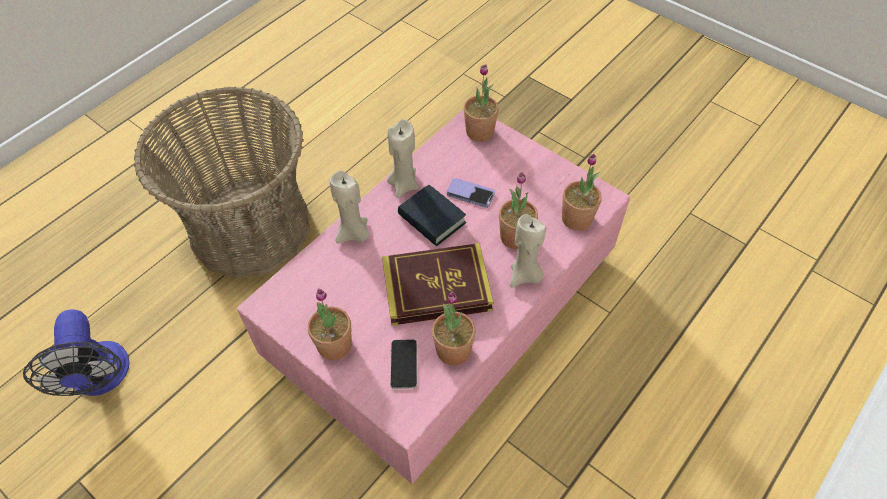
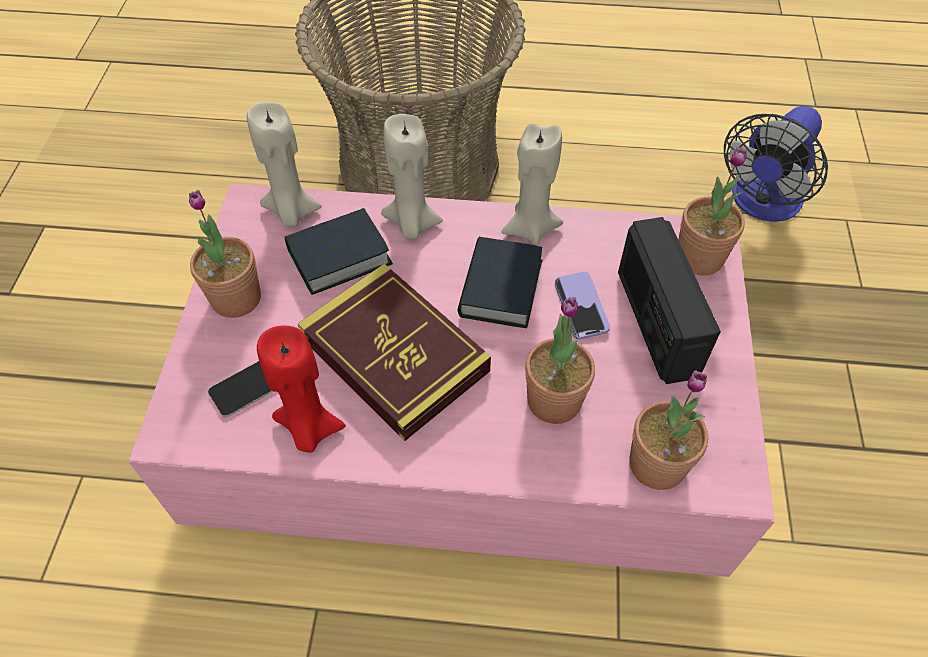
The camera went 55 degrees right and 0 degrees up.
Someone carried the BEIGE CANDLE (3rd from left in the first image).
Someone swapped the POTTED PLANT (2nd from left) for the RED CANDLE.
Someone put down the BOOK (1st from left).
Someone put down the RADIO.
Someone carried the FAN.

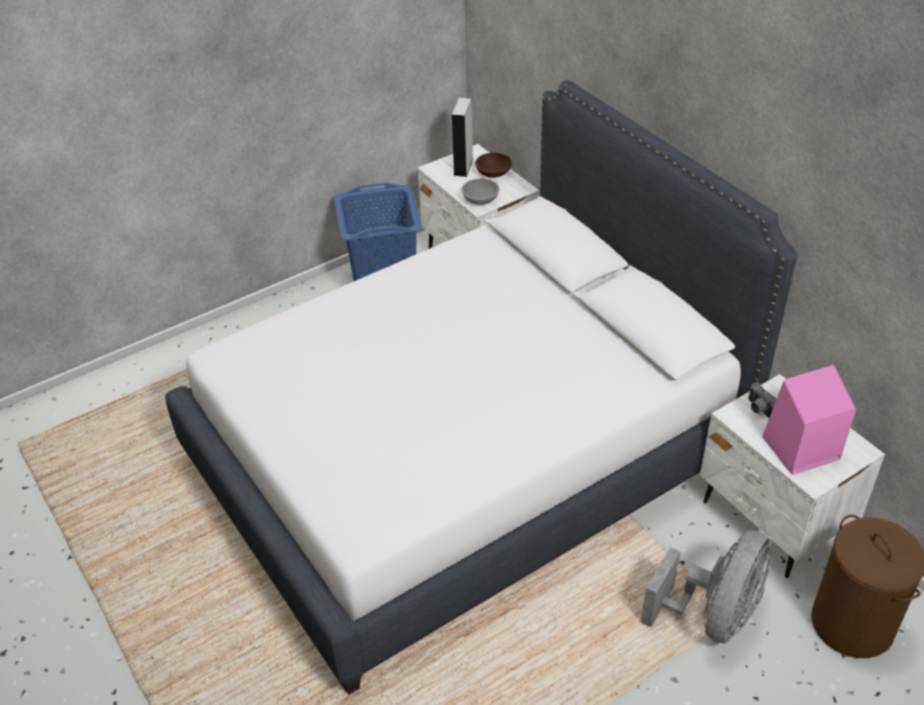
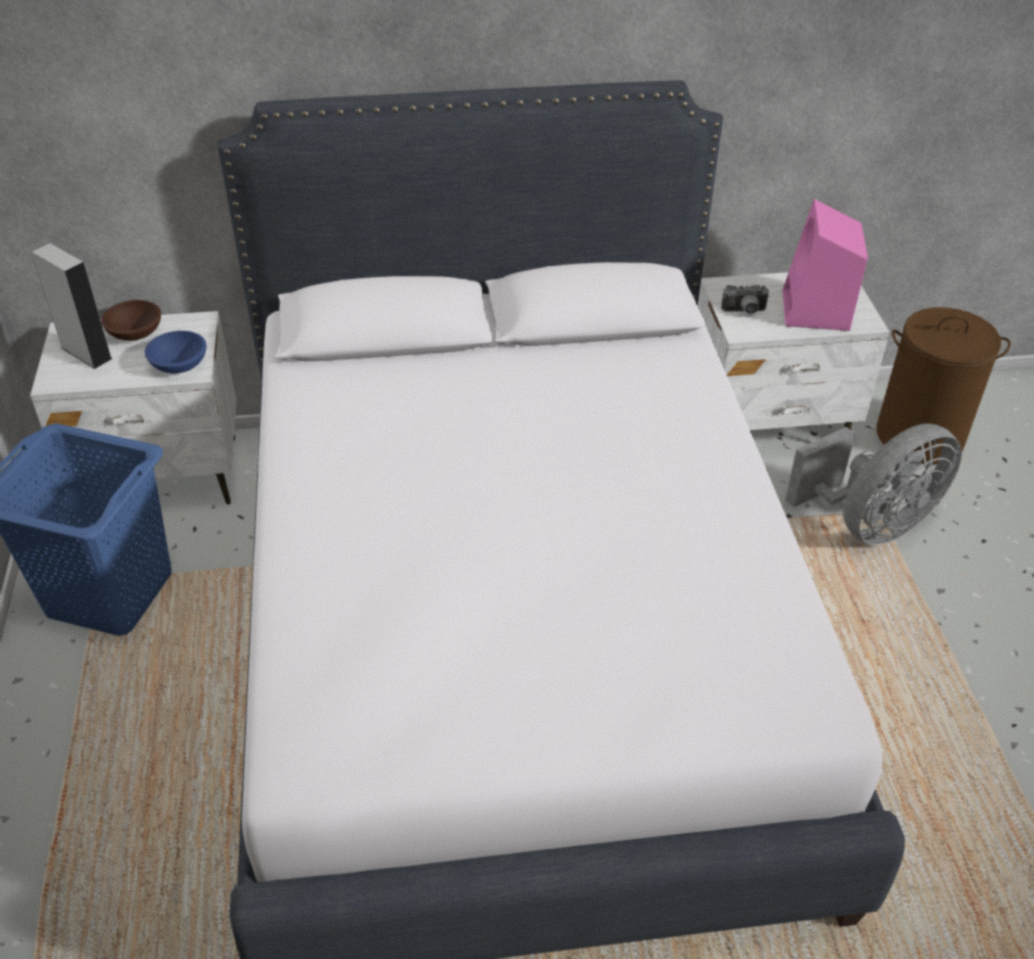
The camera went 65 degrees left and 0 degrees up.
Someone repainted the GREY BOWL, which became the BLUE BOWL.
Someone rotated the GREY FAN by 90 degrees clockwise.

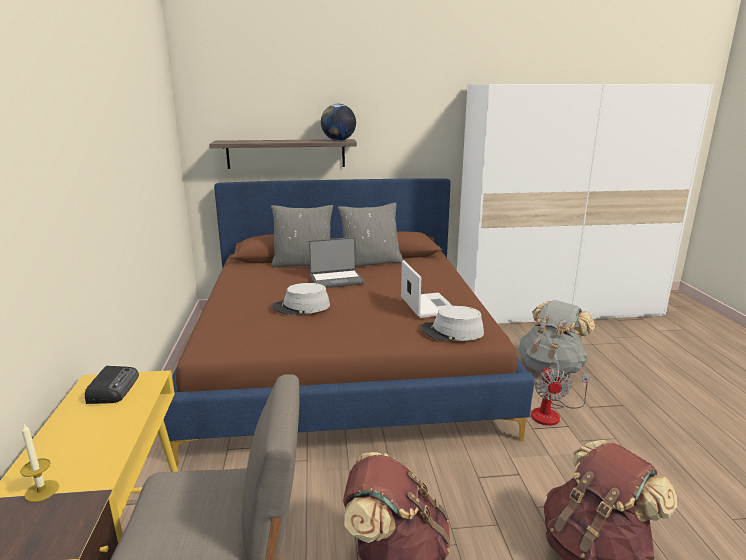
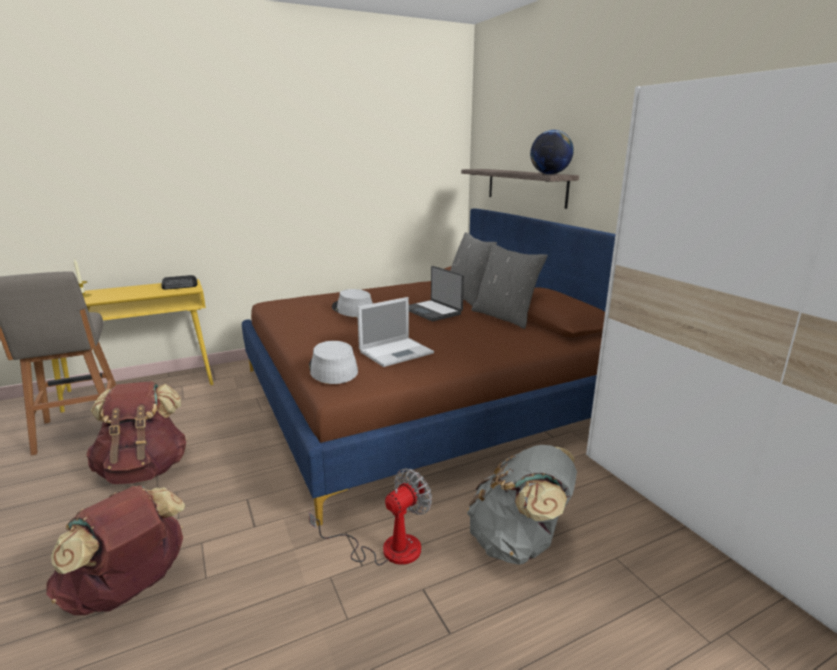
The camera went 70 degrees right and 0 degrees up.
Someone rotated the FAN by 150 degrees clockwise.

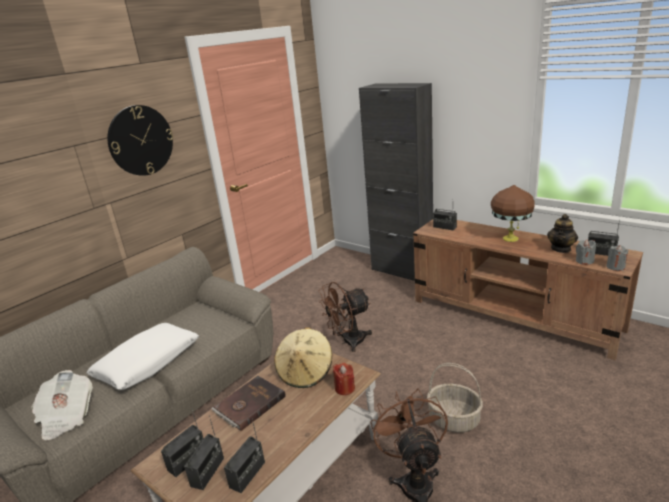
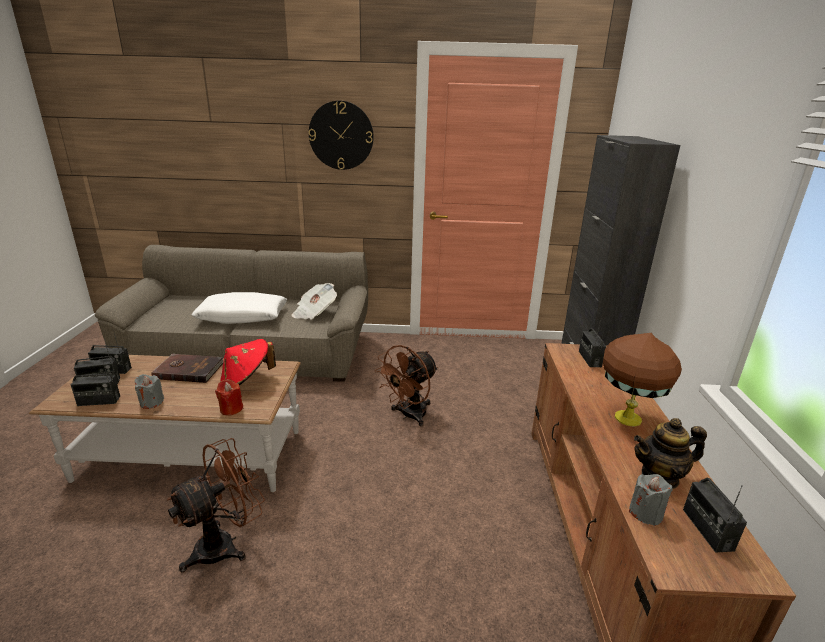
The camera went 50 degrees right and 0 degrees up.
Someone carried the GREY CANDLE (2nd from left in the first image).
Someone repainted the BEIGE HAT, which became the RED HAT.
Someone carried the NEWSPAPER.
Someone rotated the BROWN FAN (1st from left in the first image) by 75 degrees counterclockwise.
Someone took away the BASKET.

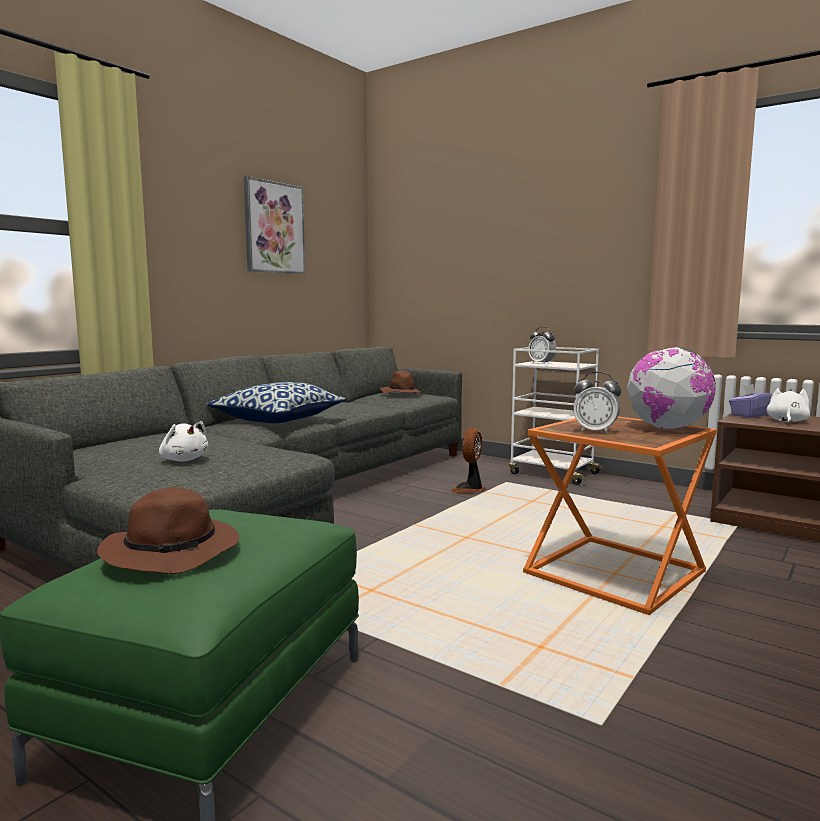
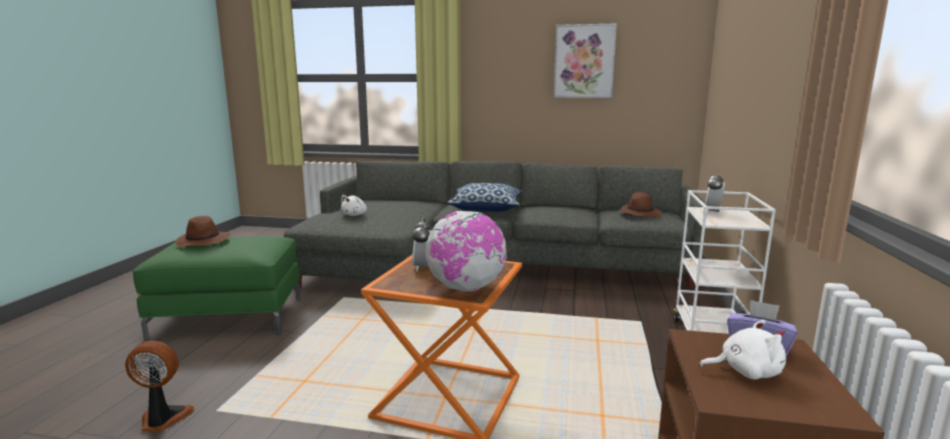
The camera went 65 degrees right and 5 degrees up.
Someone carried the FAN.

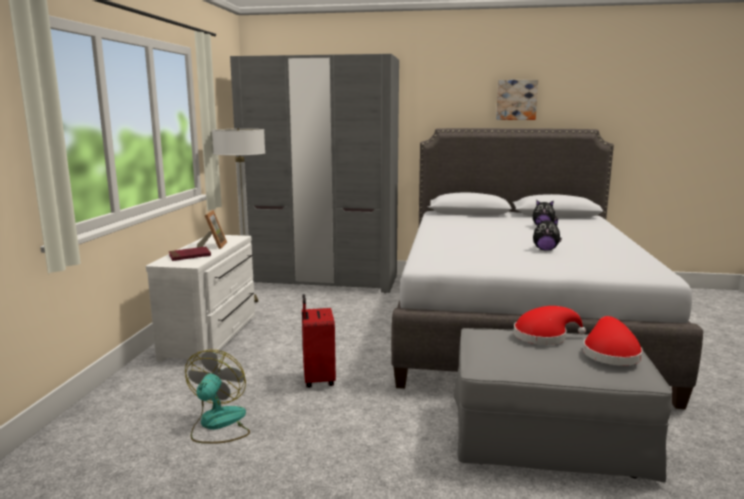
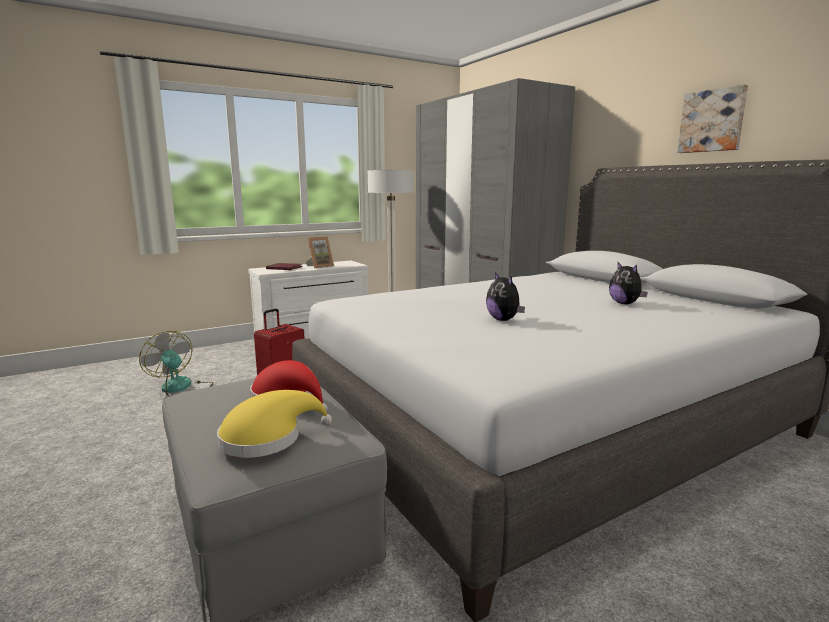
The camera went 50 degrees right and 0 degrees up.
Someone rotated the FAN by 105 degrees counterclockwise.
Someone repainted the RED HAT (2nd from left), which became the YELLOW HAT.

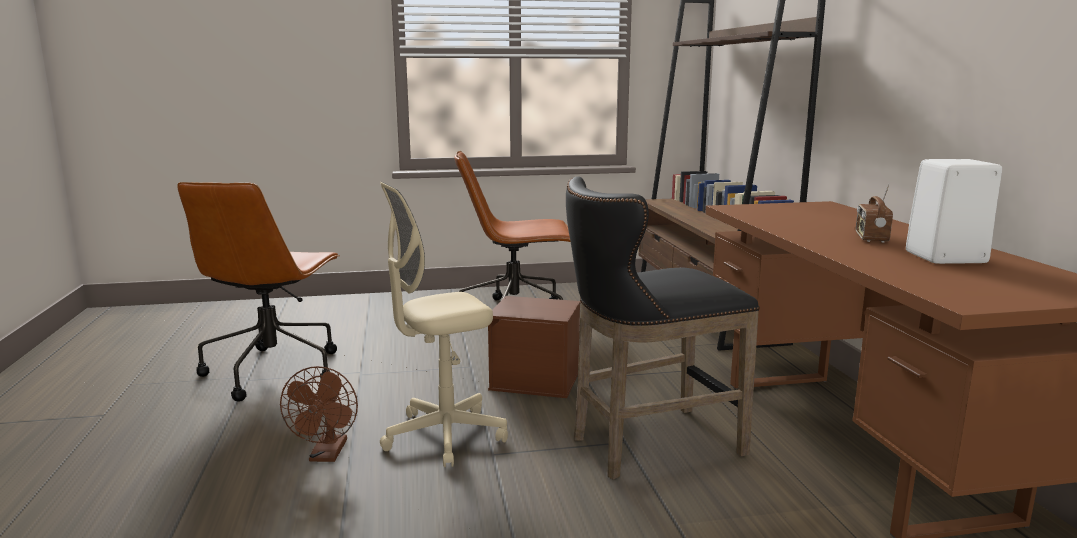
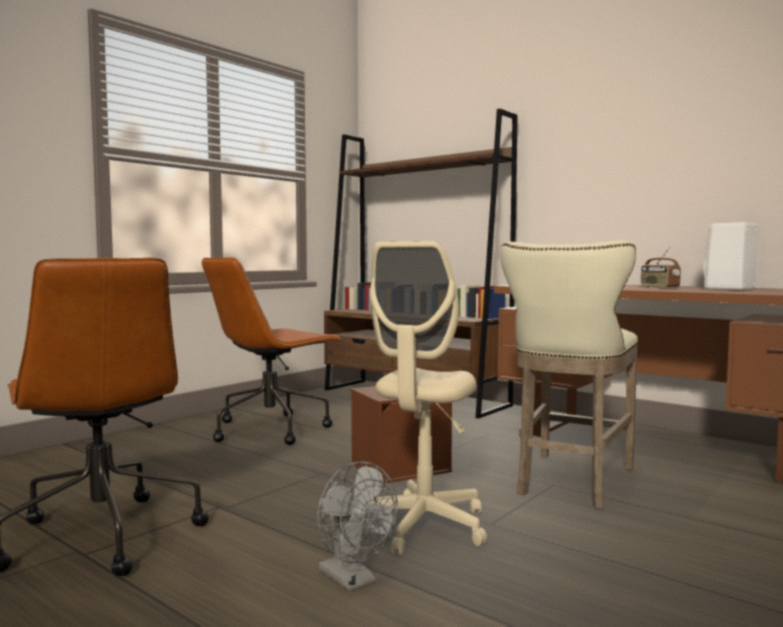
The camera went 40 degrees left and 10 degrees down.
Someone repainted the BROWN FAN, which became the GREY FAN.
Someone repainted the BLACK STOOL, which became the BEIGE STOOL.

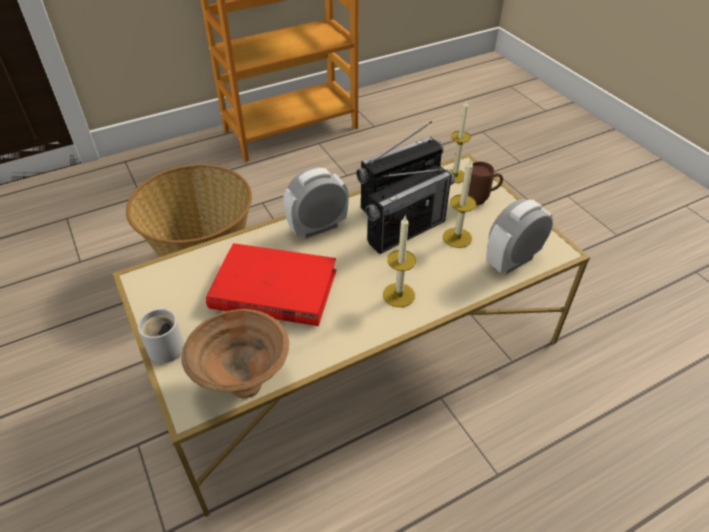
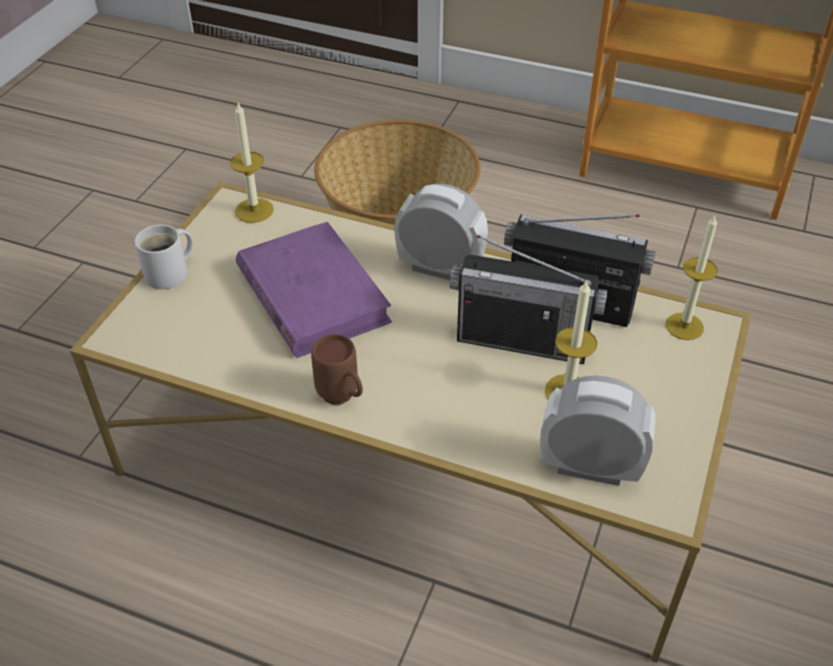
The camera went 50 degrees right and 0 degrees up.
Someone carried the CANDLE (1st from left).
Someone repainted the RED BOOK, which became the PURPLE BOOK.
Someone carried the BROWN MUG.
Someone took away the BROWN BOWL.

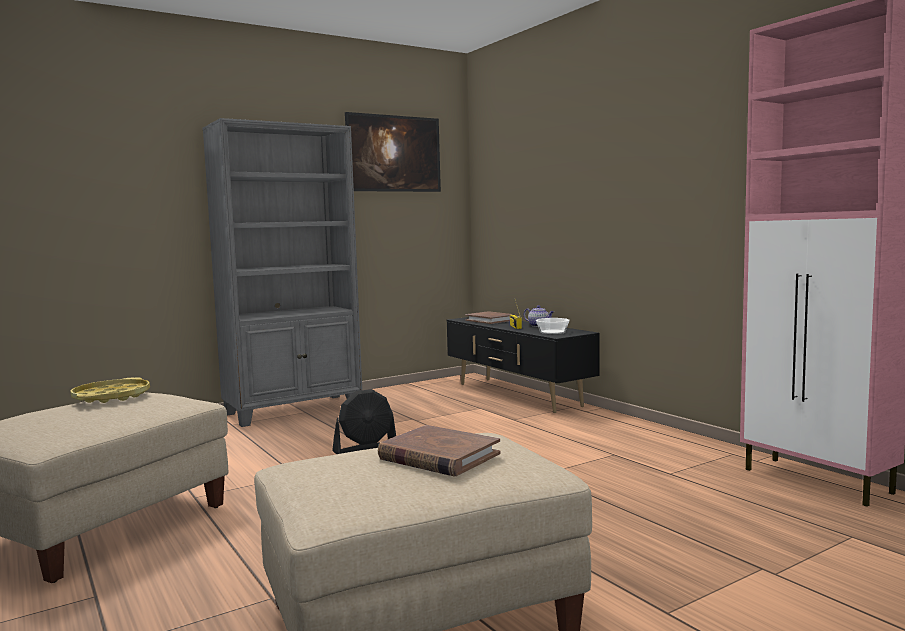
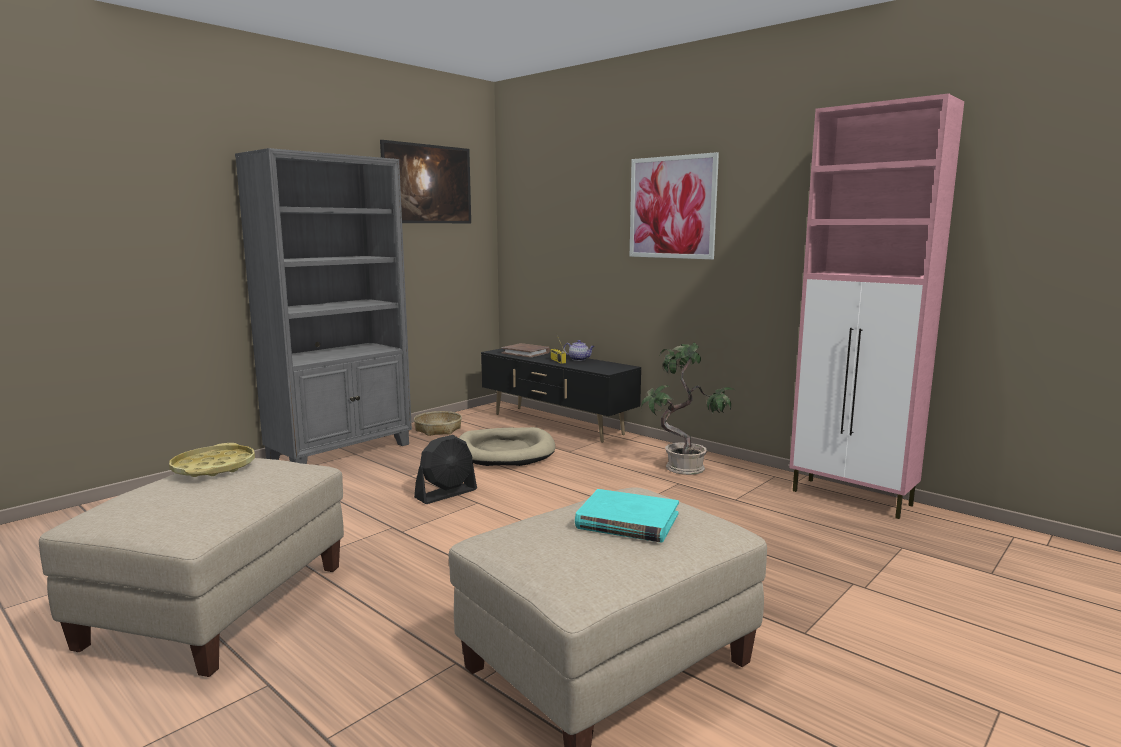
The camera went 15 degrees left and 5 degrees up.
Someone put down the BASKET.
Someone put down the BEIGE DOG BED.
Someone repainted the BROWN BOOK (1st from left), which became the TURQUOISE BOOK.
Someone put up the PICTURE (2nd from left).
Someone put down the POTTED PLANT.
Someone took away the BOWL.

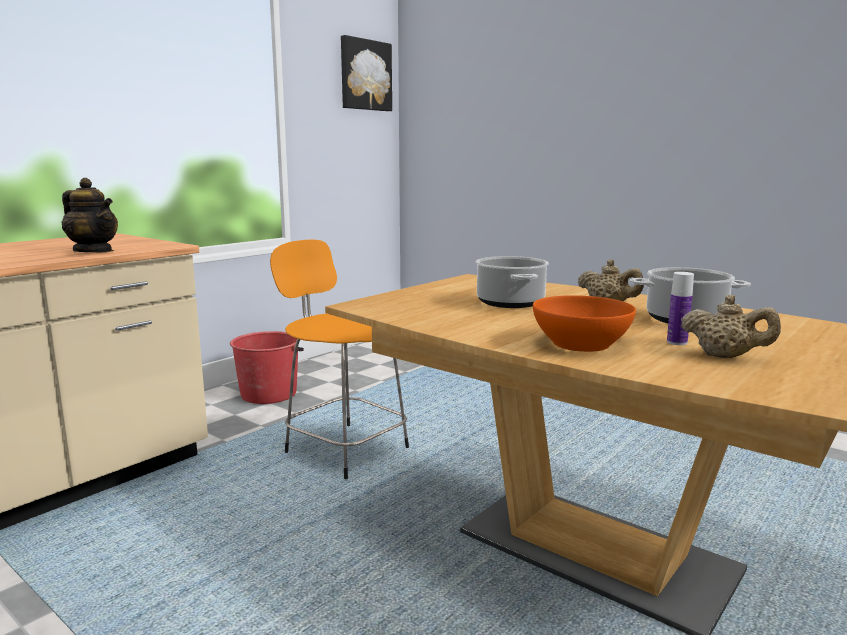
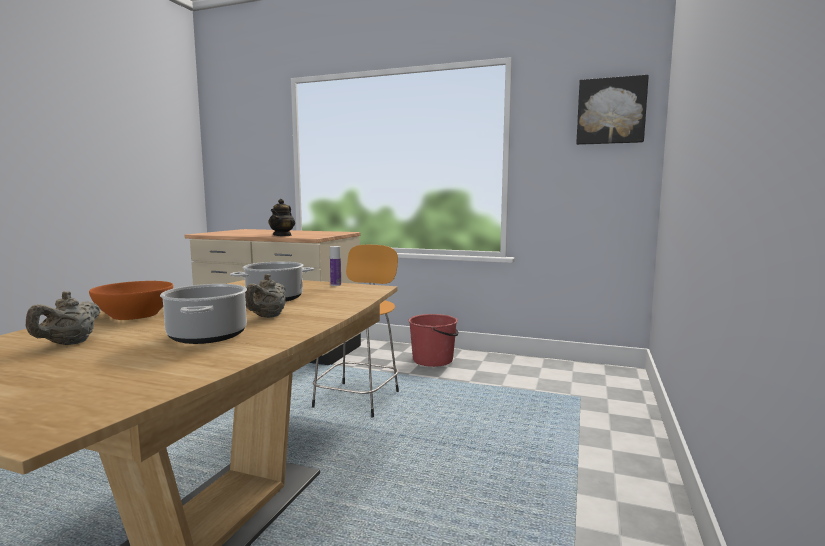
The camera went 70 degrees right and 5 degrees down.
Someone carried the BOTTLE.

